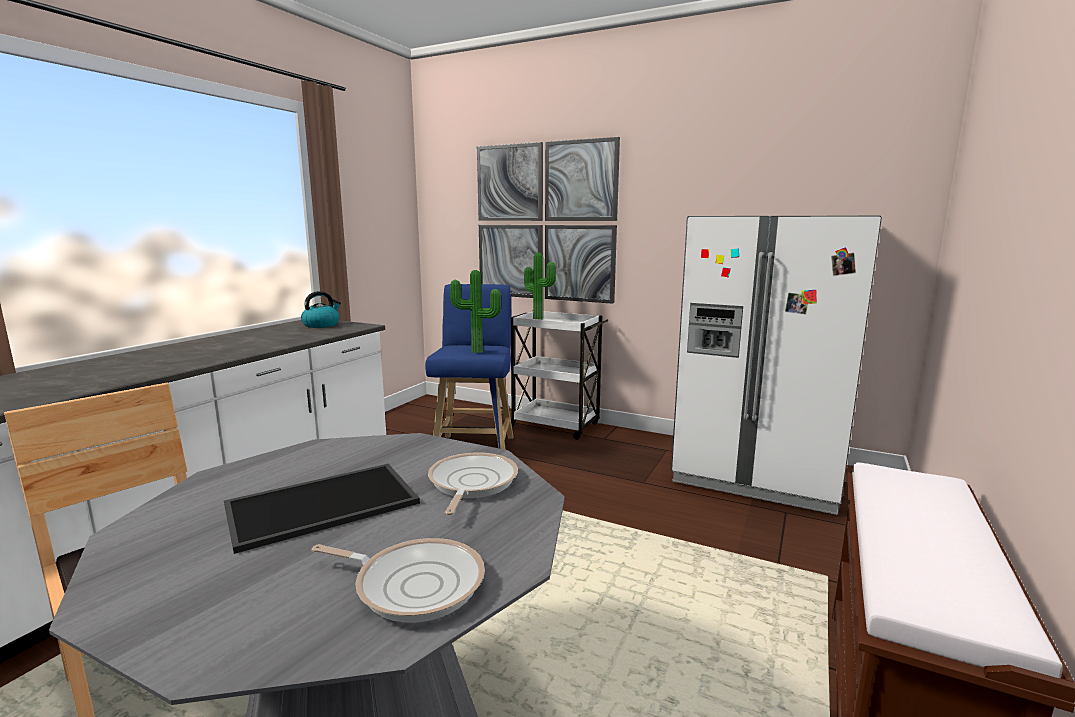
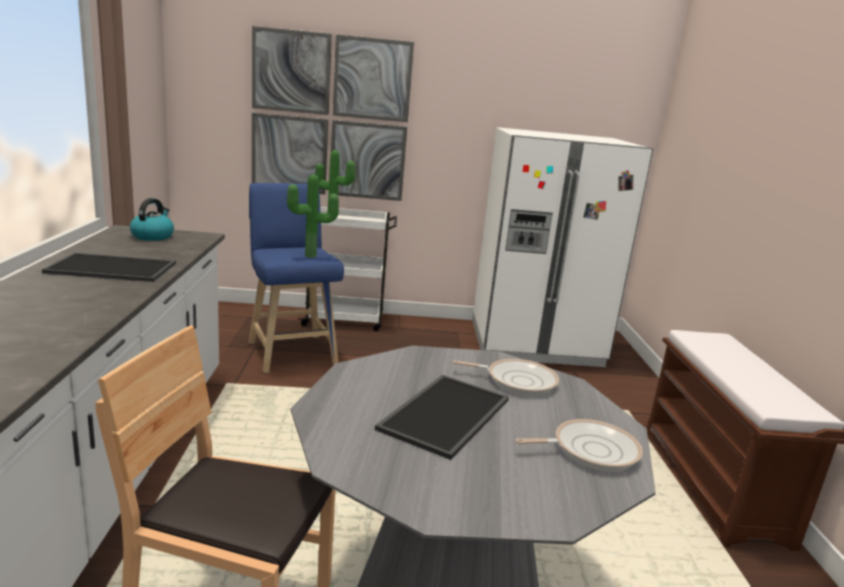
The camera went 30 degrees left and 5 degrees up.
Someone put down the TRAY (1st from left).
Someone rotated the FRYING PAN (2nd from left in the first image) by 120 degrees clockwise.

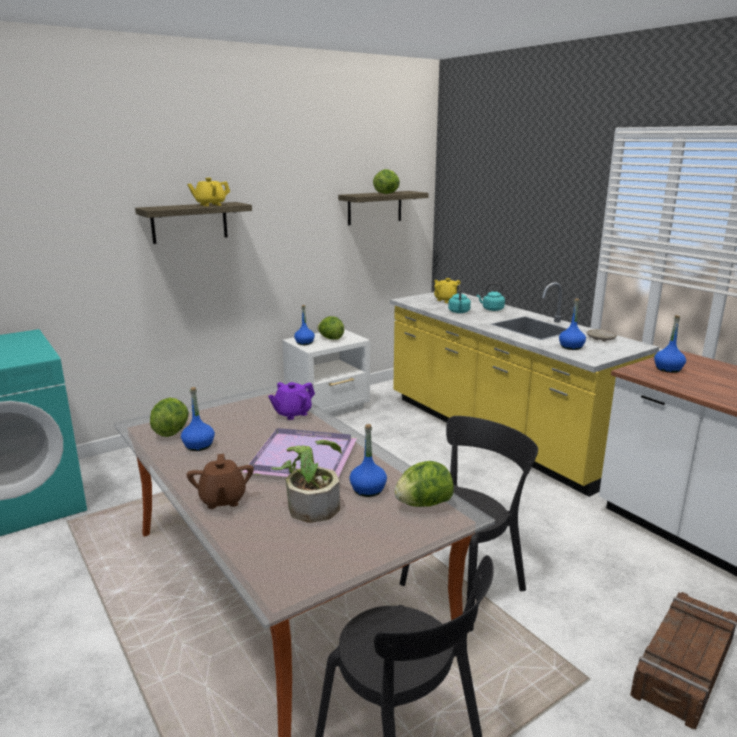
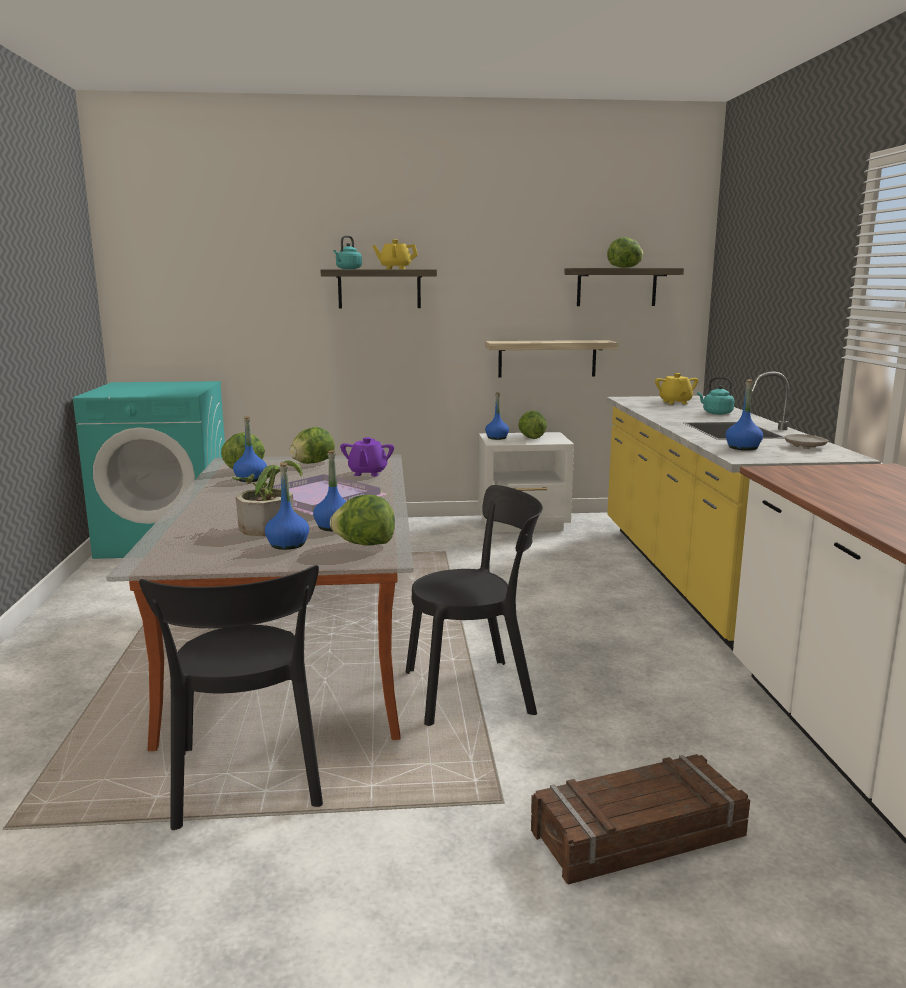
The camera went 30 degrees right and 5 degrees down.
Someone carried the BLUE BOTTLE (5th from left in the first image).
Someone put down the LETTUCE (2nd from left).
Someone carried the TURQUOISE KETTLE (1st from left).
Someone rotated the PURPLE TEAPOT by 75 degrees counterclockwise.
Someone put up the SHELF (2nd from left).
Someone took away the BROWN TEAPOT.

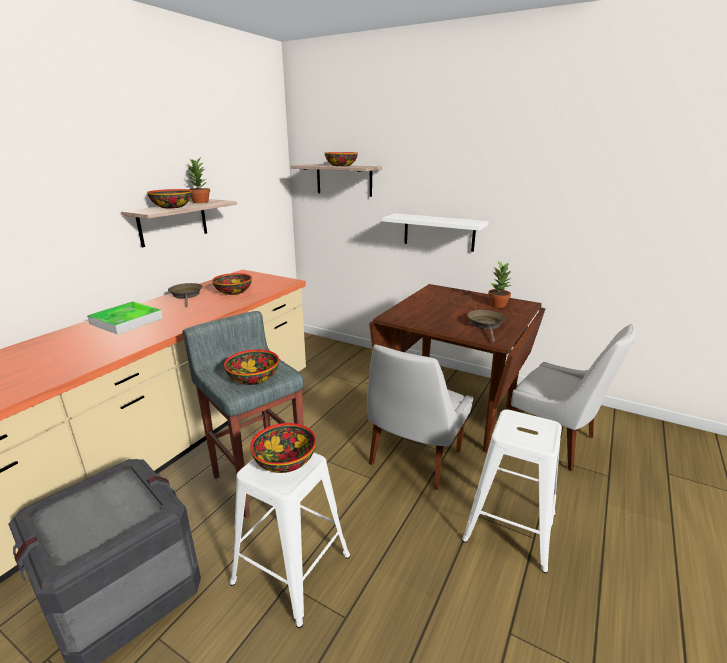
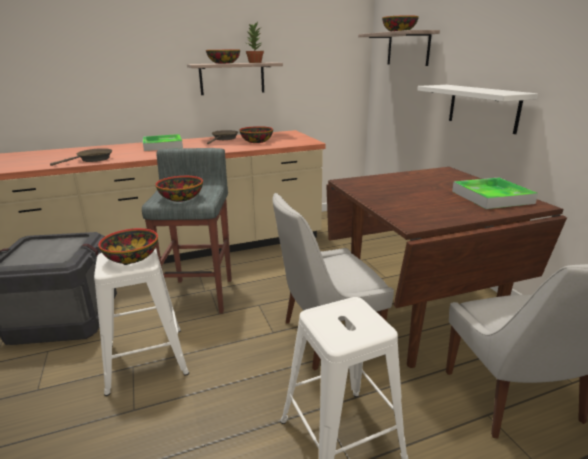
The camera went 40 degrees right and 0 degrees up.
Someone carried the BROWN FRYING PAN (2nd from left in the first image).
Someone swapped the POTTED PLANT (2nd from left) for the TRAY (2nd from left).

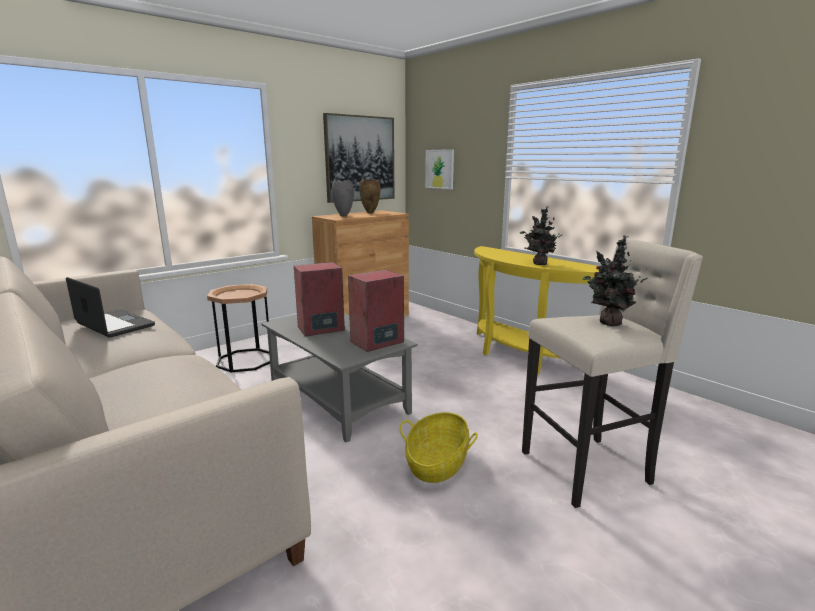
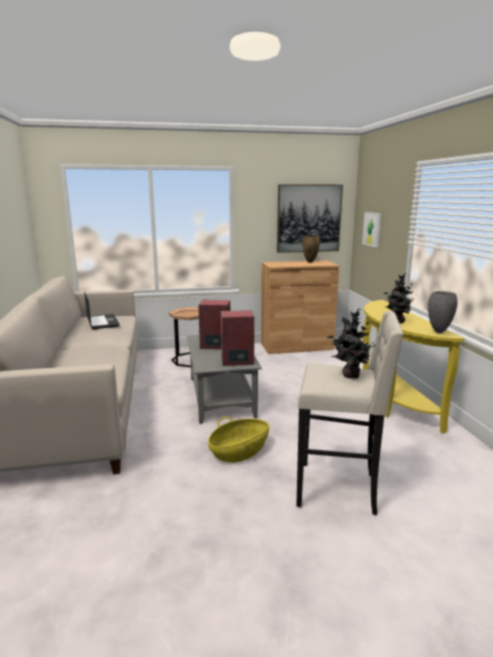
The camera went 30 degrees right and 0 degrees up.
Someone carried the GREY VASE.

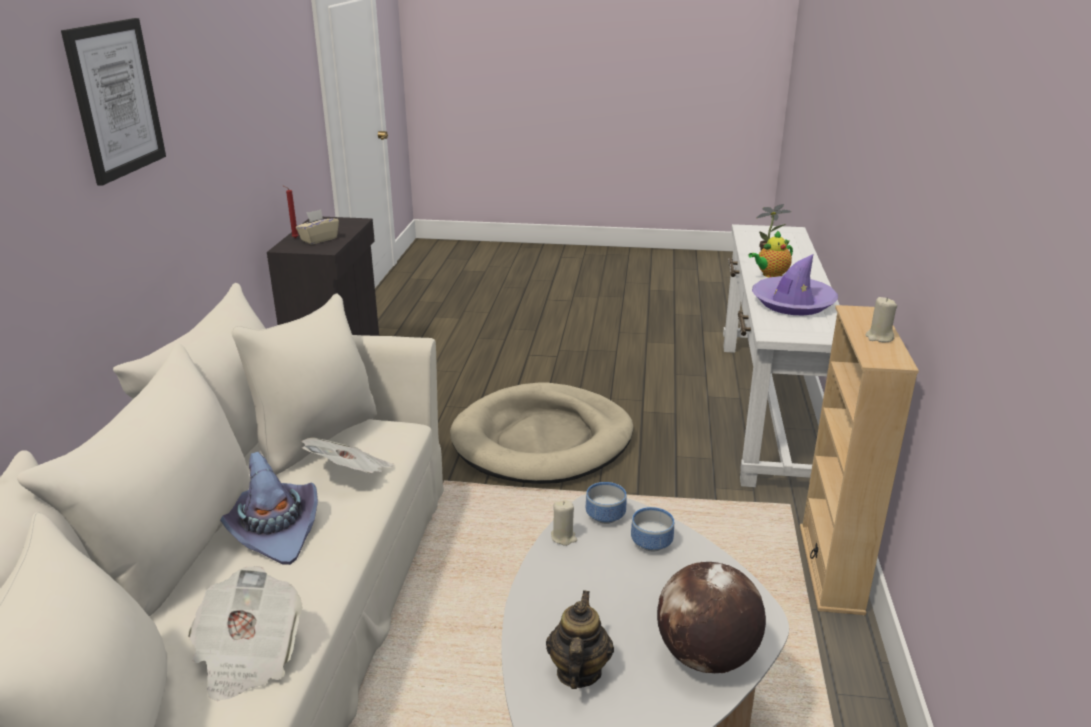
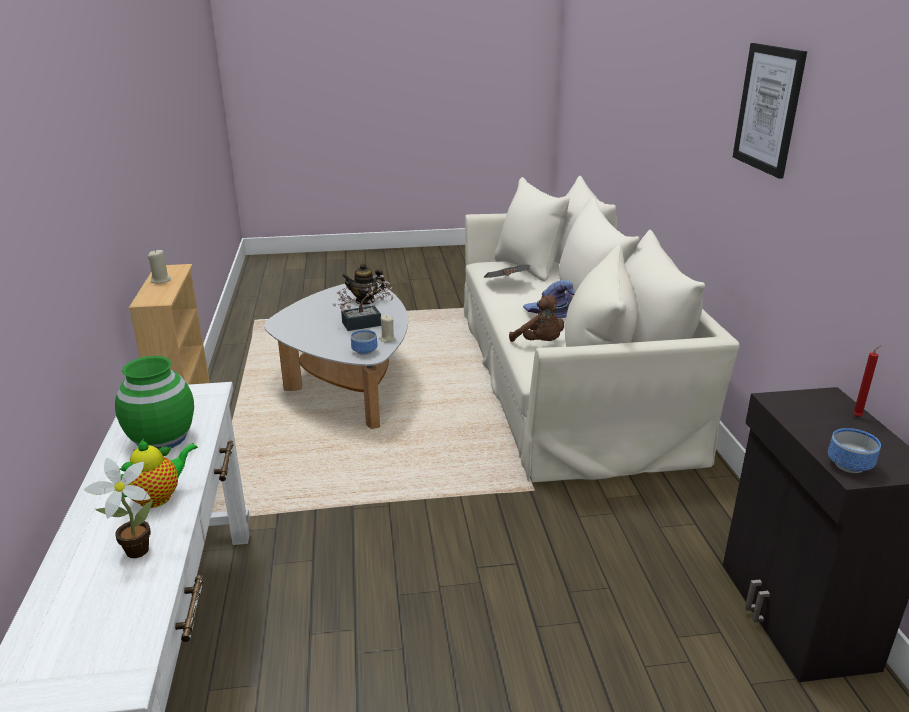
The camera went 165 degrees right and 0 degrees up.
Someone swapped the PURPLE HAT (2nd from left) for the GREEN VASE.
Someone put down the POTTED PLANT (2nd from left).
Someone rotated the TEAPOT (1st from left in the first image) by 90 degrees clockwise.
Someone swapped the NEWSPAPER (2nd from left) for the BROWN PLUSH TOY.
Someone carried the BOWL (2nd from left).
Someone took away the BEIGE TISSUE BOX.
Someone took away the BEIGE DOG BED.
Someone took away the GLOBE.

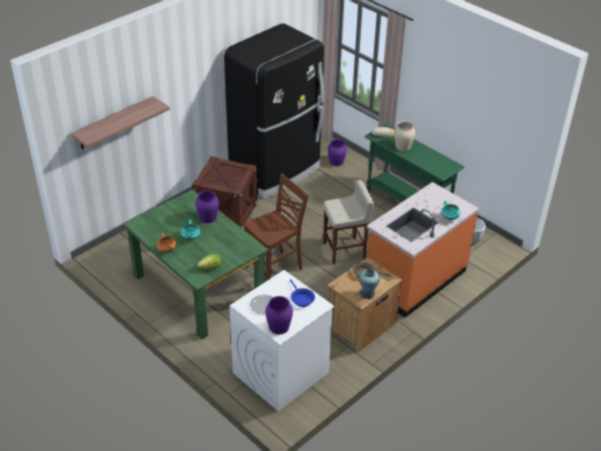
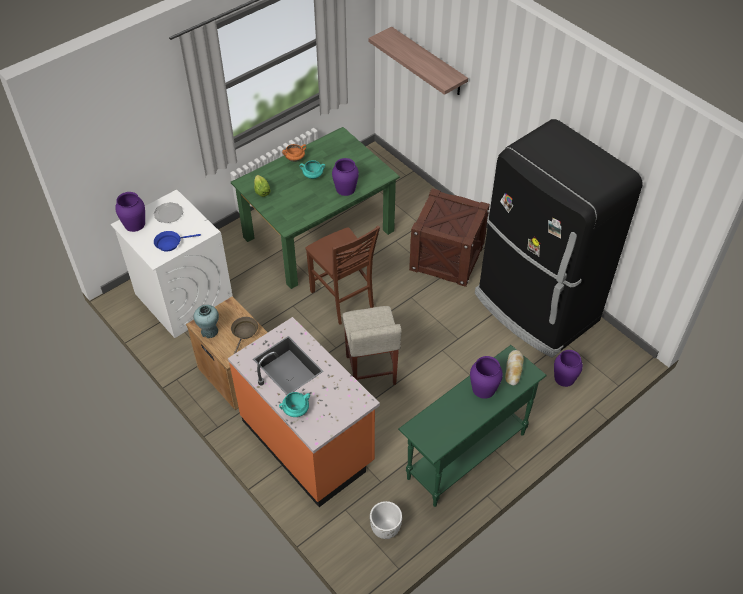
The camera went 95 degrees right and 10 degrees up.
Someone repainted the BEIGE VASE, which became the PURPLE VASE (3rd from left).

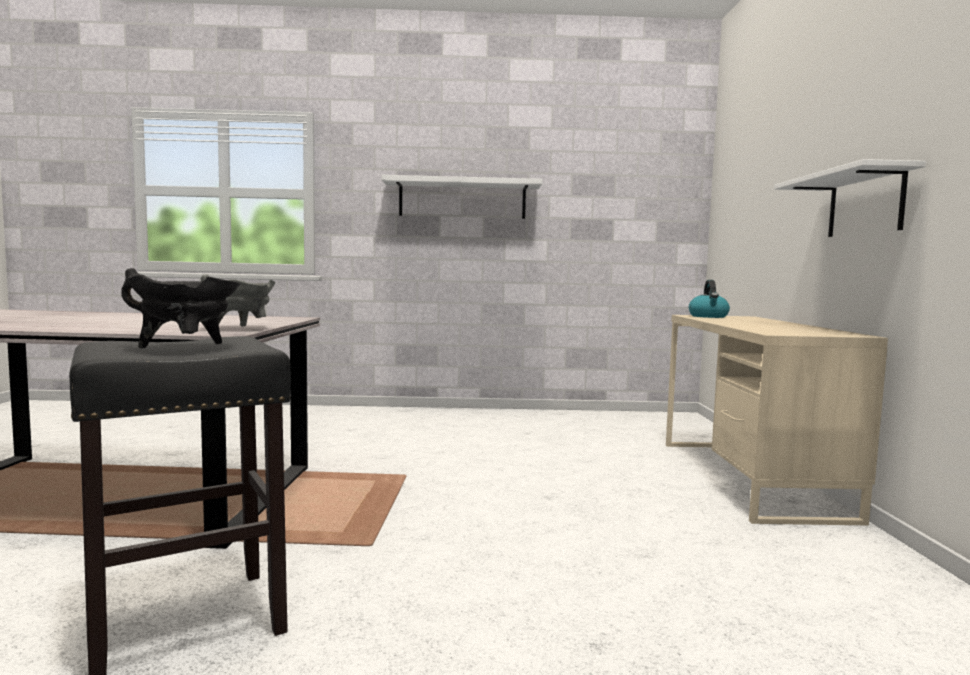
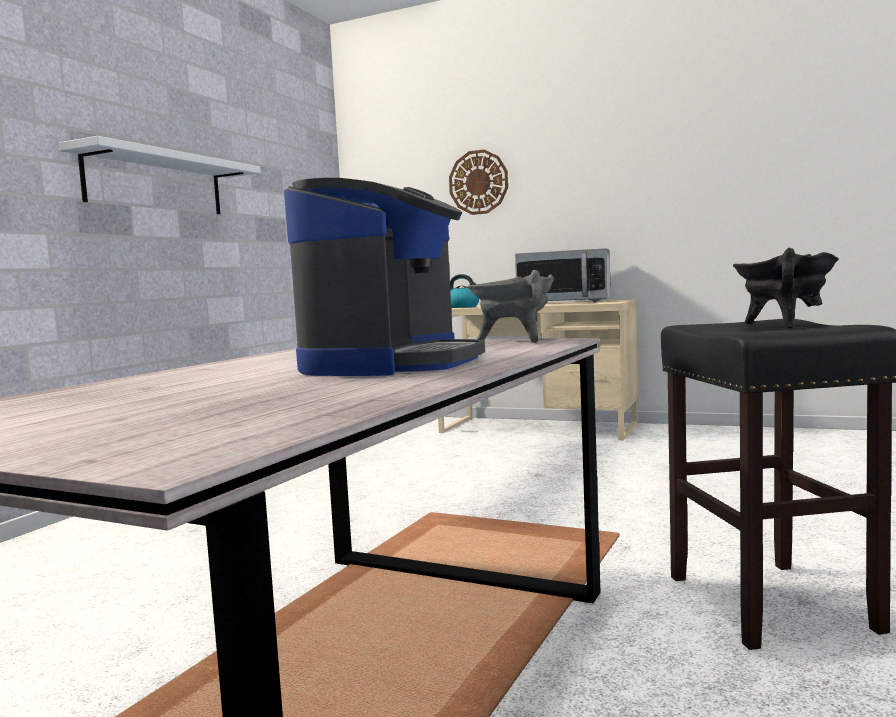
The camera went 65 degrees left and 0 degrees up.
Someone put down the COFFEE MACHINE.
Someone put up the WALL CLOCK.
Someone put down the MICROWAVE.
Someone took away the WHITE SHELF (2nd from left).

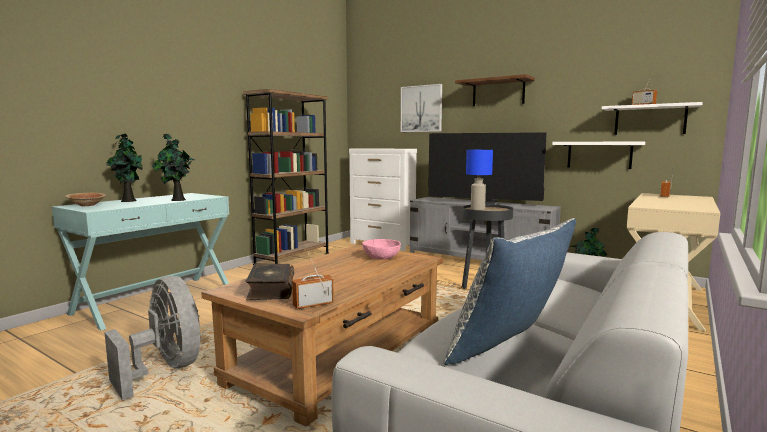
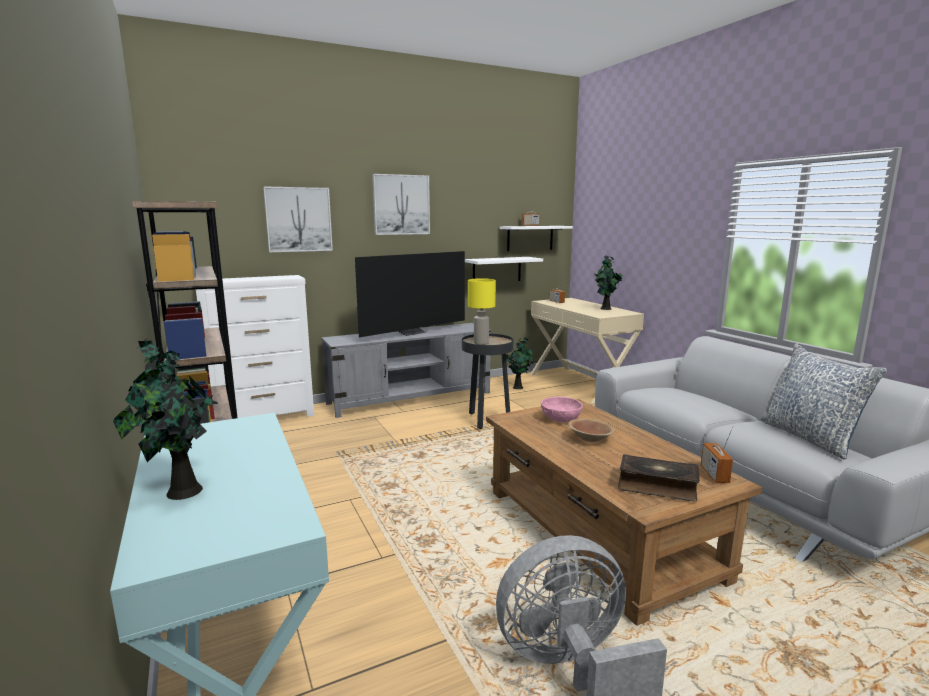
The camera went 60 degrees left and 5 degrees up.
Someone swapped the BROWN SHELF for the PICTURE (2nd from left).
Someone repainted the BLUE TABLE LAMP, which became the YELLOW TABLE LAMP.
Someone carried the BROWN BOWL.
Someone carried the POTTED PLANT (2nd from left in the first image).

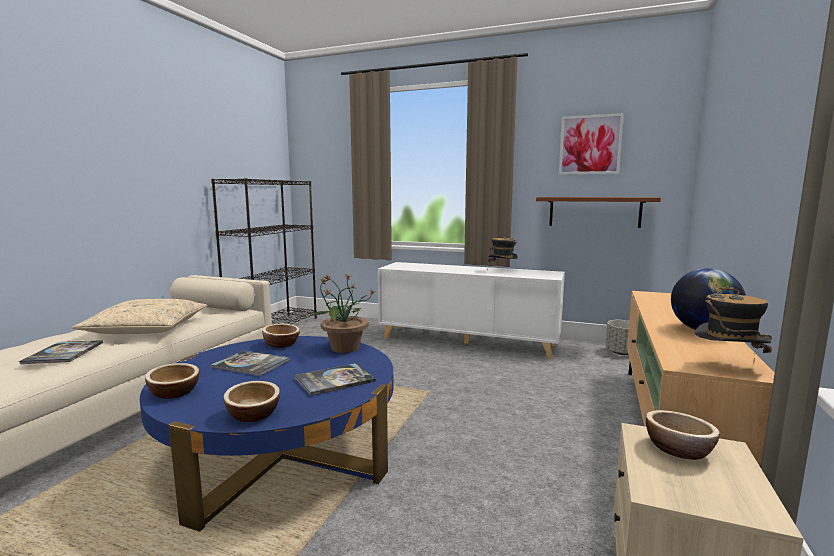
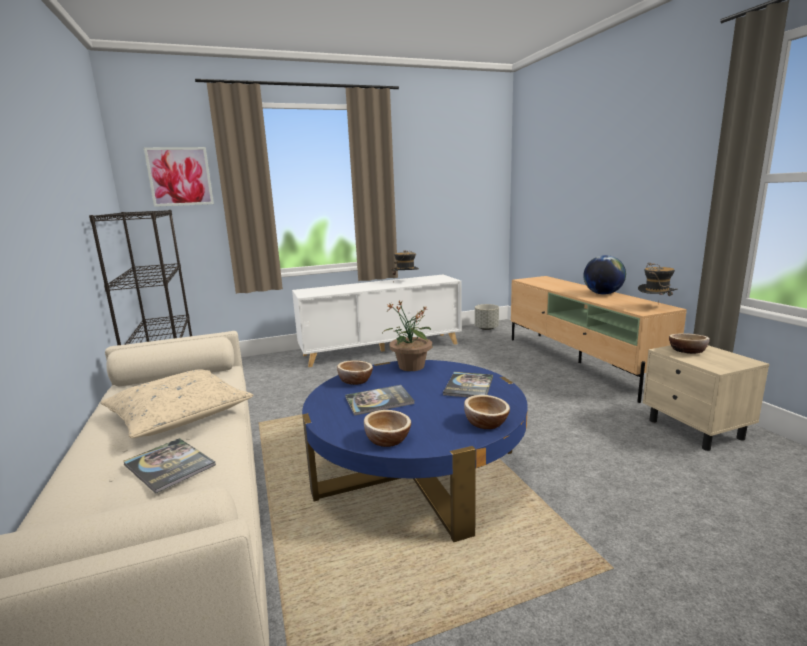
The camera went 40 degrees left and 5 degrees up.
Someone carried the PICTURE.
Someone took away the BROWN SHELF.

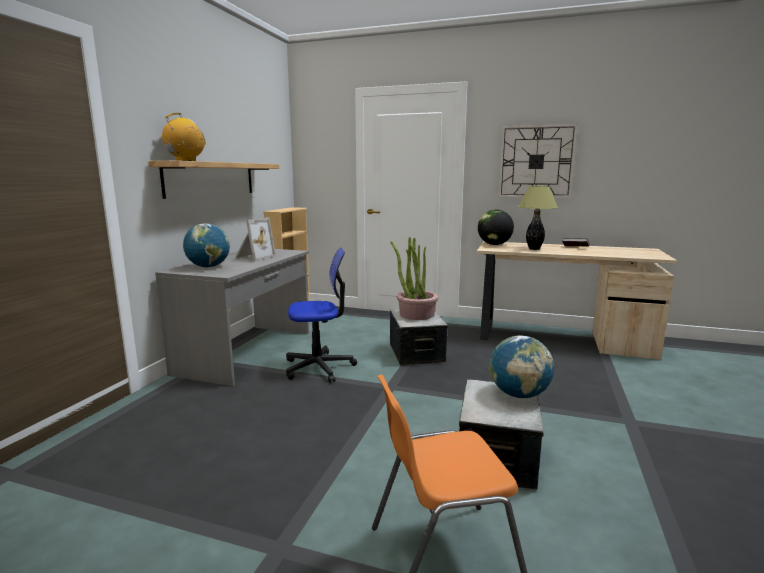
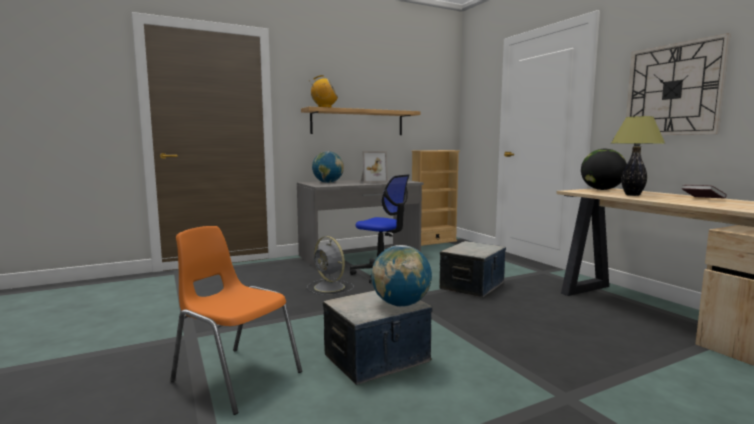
The camera went 45 degrees right and 5 degrees down.
Someone put down the GREY FAN.
Someone took away the POTTED PLANT.

